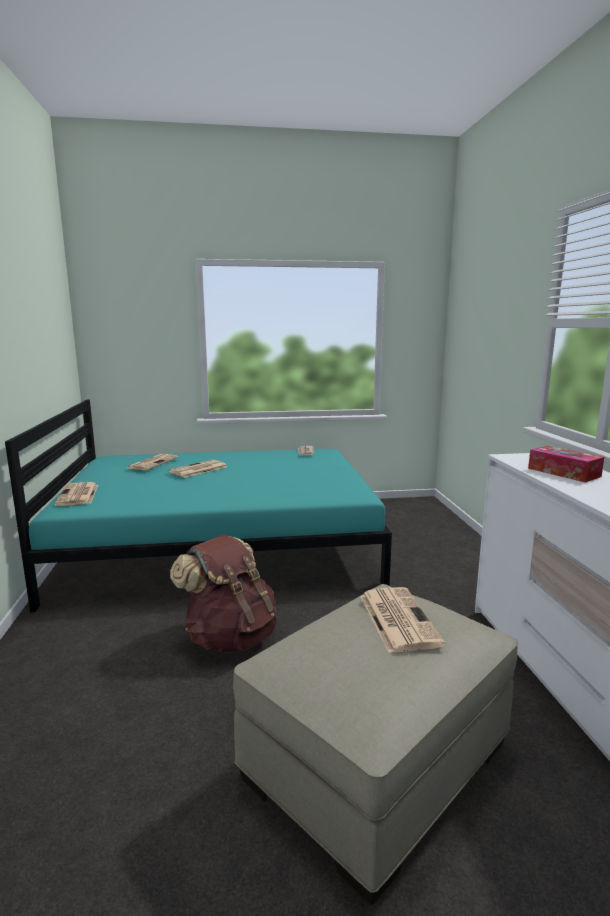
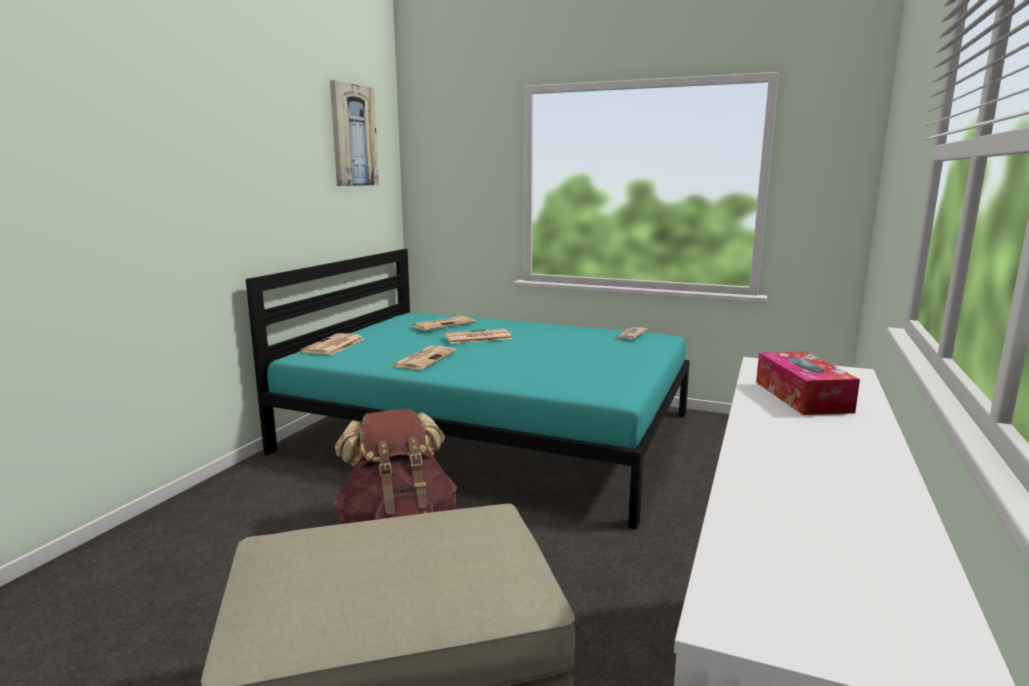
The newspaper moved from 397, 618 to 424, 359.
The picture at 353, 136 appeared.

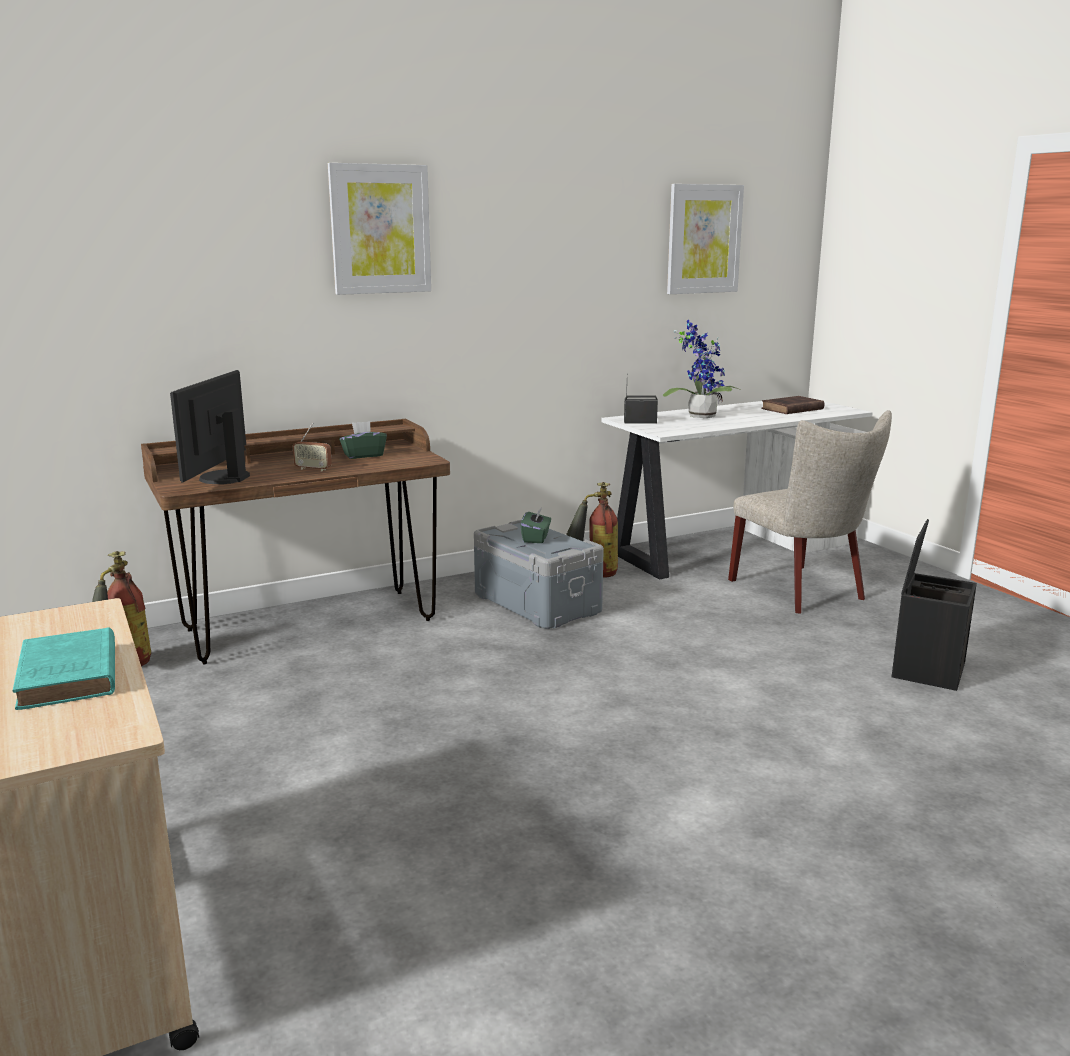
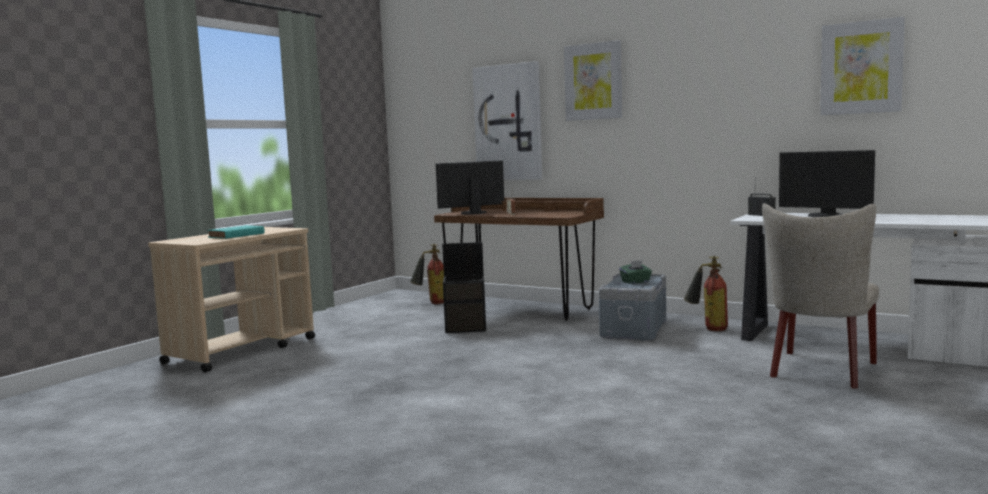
The potted plant at 699, 415 was replaced by the monitor at 825, 216.
The book (brown) at 791, 409 disappeared.
The tissue box (green) at 363, 455 disappeared.
The storage box (black) moved from 927, 669 to 466, 327.
The picture at 508, 122 appeared.

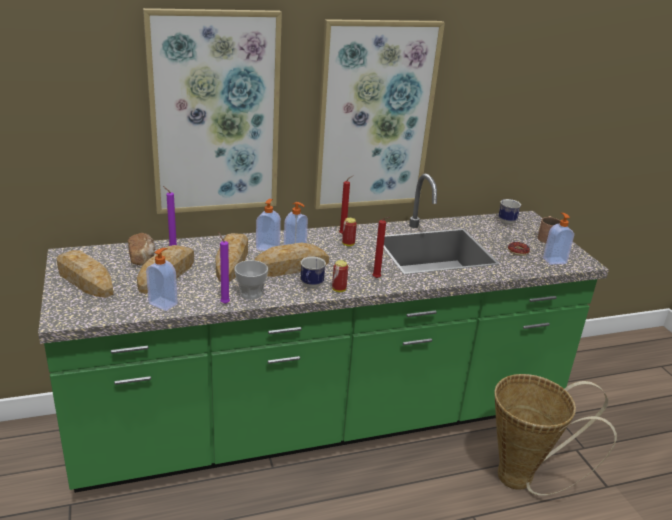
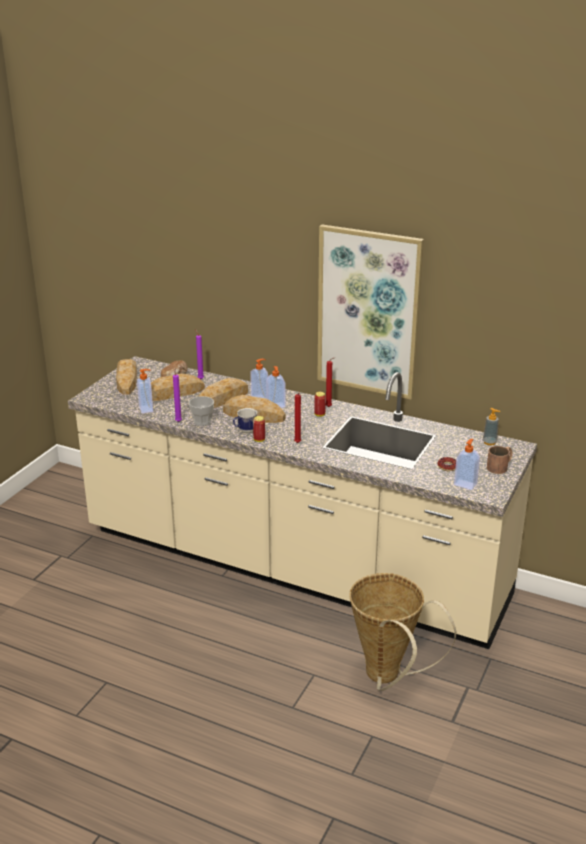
The picture at 215, 115 disappeared.
The counter (green) at 324, 421 became the counter (beige) at 292, 566.
The mug at 506, 220 was replaced by the soap dispenser at 489, 442.

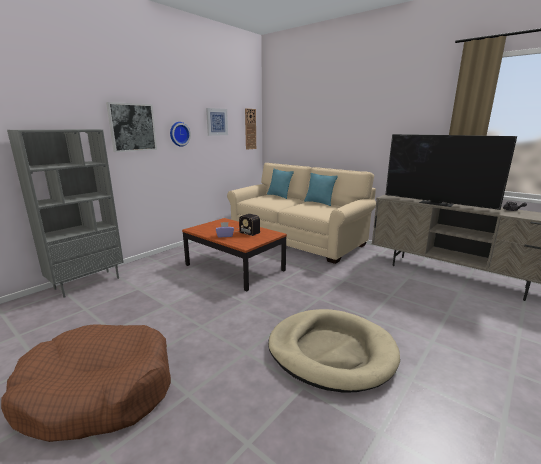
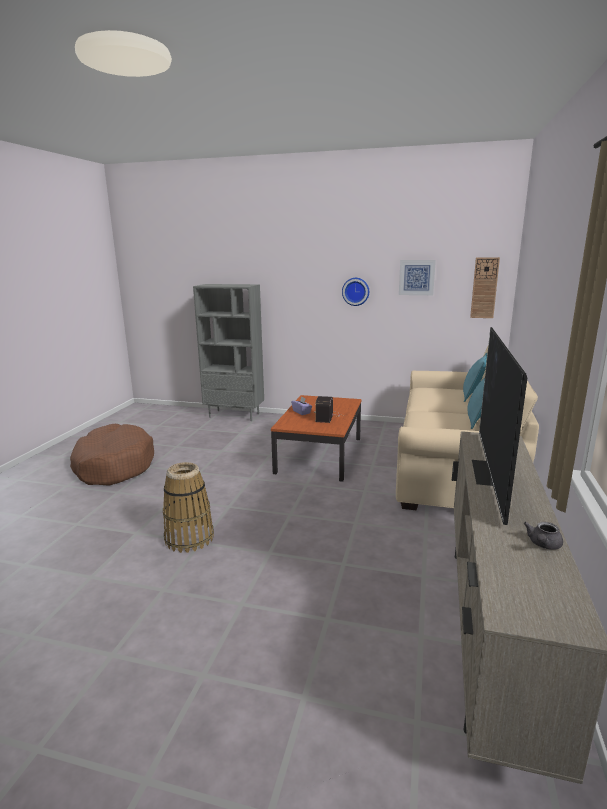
The picture at 132, 127 disappeared.
The dog bed (beige) at 331, 351 was replaced by the basket at 189, 538.

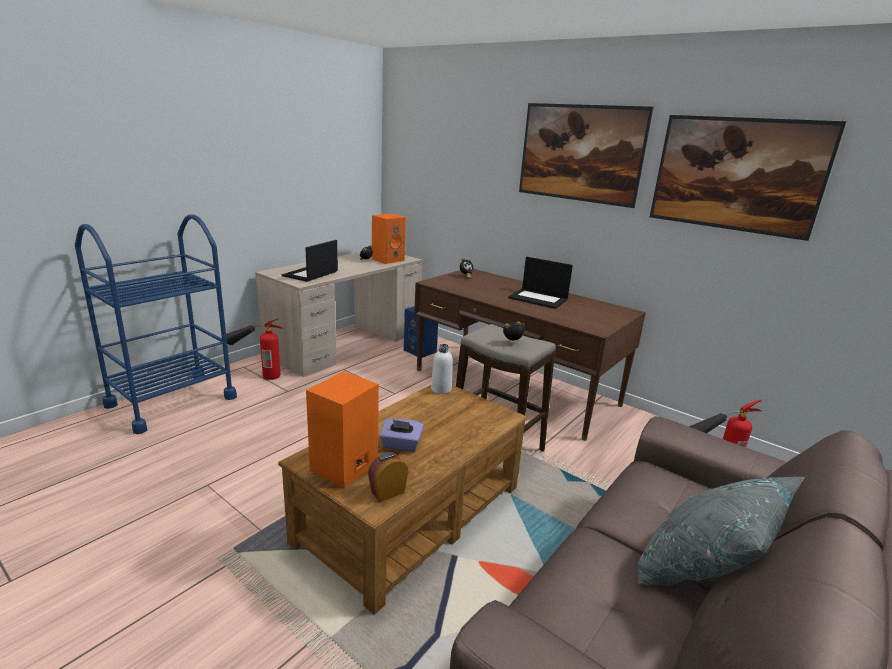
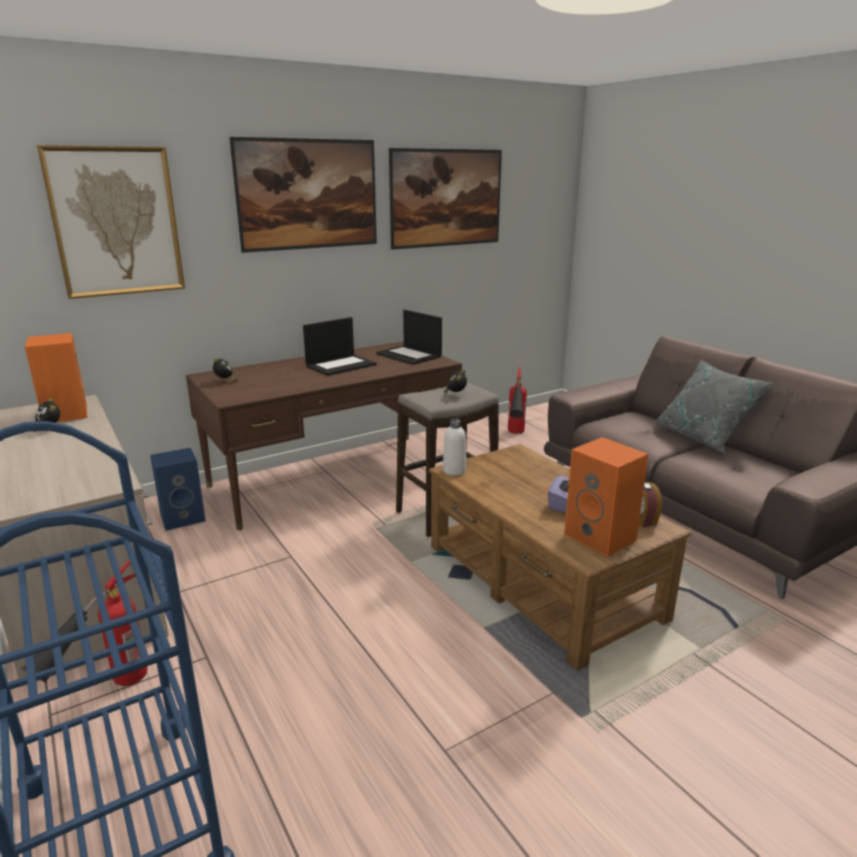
The laptop moved from 310, 274 to 410, 355.
The picture at 116, 222 appeared.

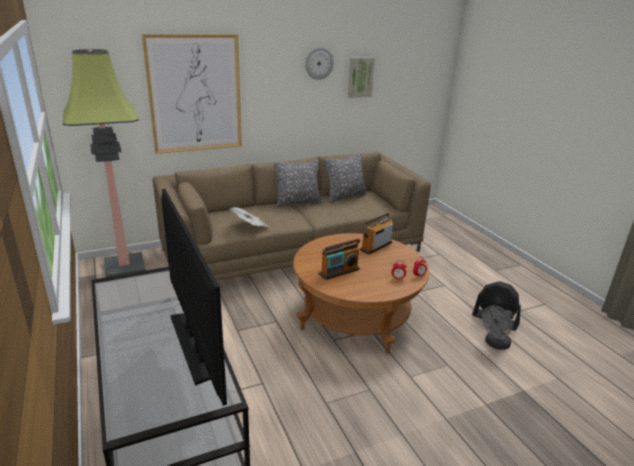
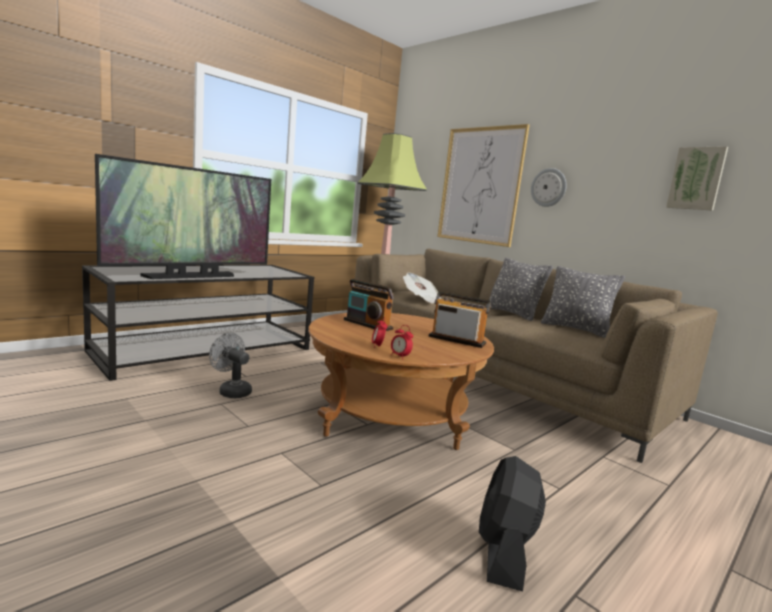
The wall clock moved from 319, 63 to 548, 187.
The fan (grey) moved from 495, 344 to 231, 391.

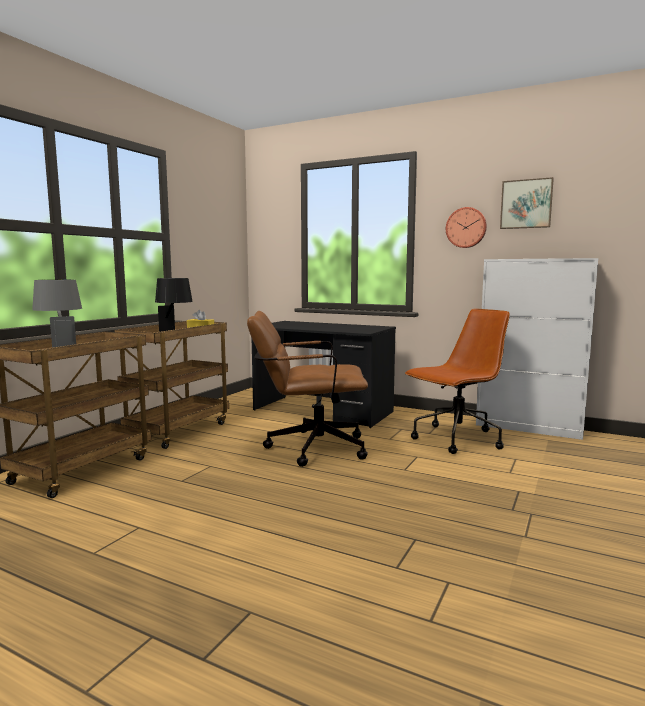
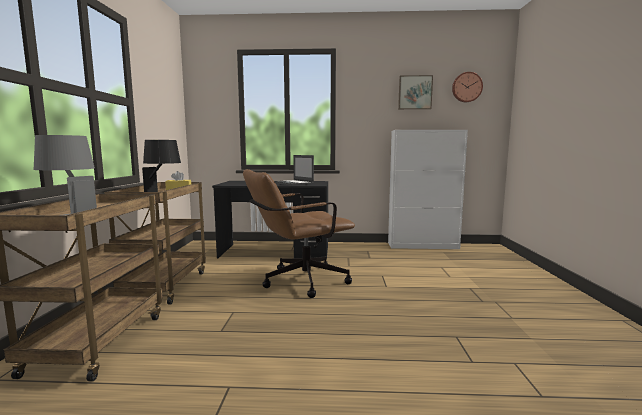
The wall clock moved from 466, 227 to 466, 87.
The office chair (brown) at 456, 440 disappeared.
The laptop at 293, 183 appeared.

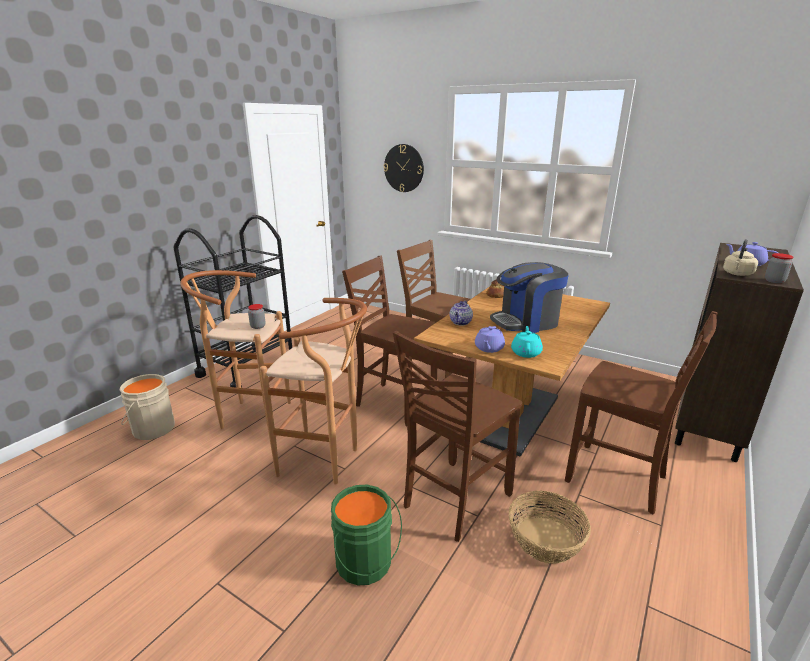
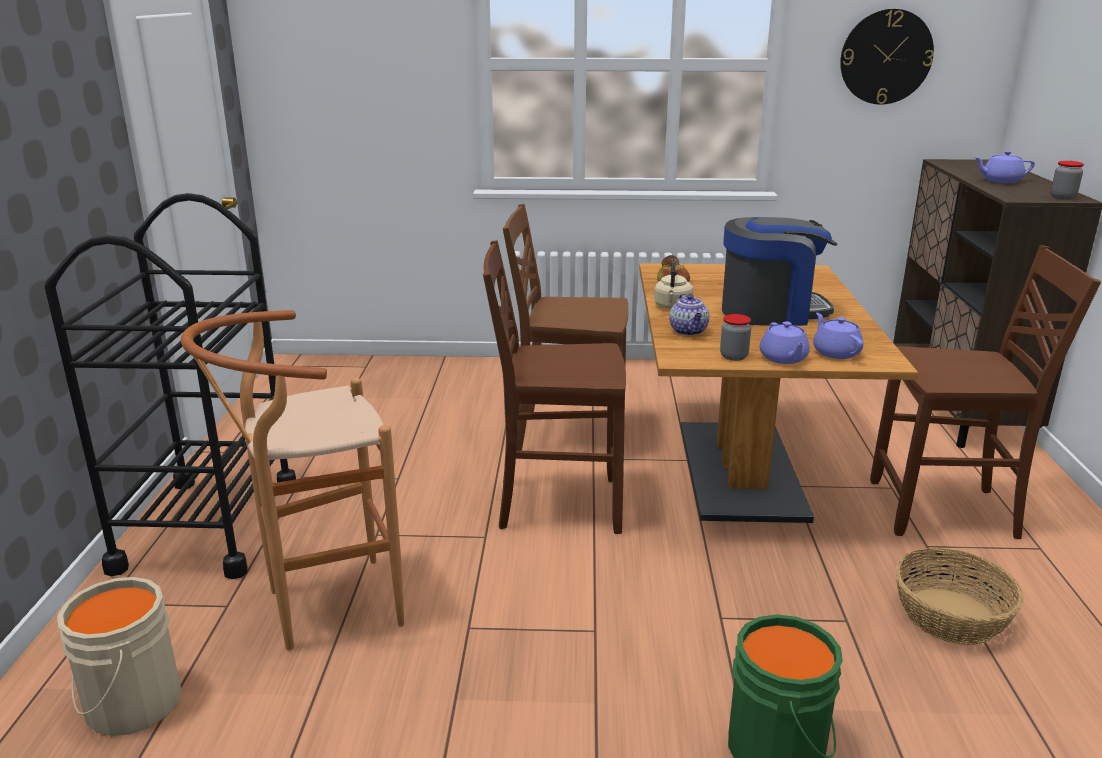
The wall clock moved from 404, 168 to 886, 57.
The kettle (beige) moved from 737, 274 to 672, 307.
The coffee machine at 526, 322 turned 135 degrees counterclockwise.
The stool (brown) at 326, 462 disappeared.
The jar moved from 258, 326 to 733, 356.
The teapot (turquoise) at 526, 352 became the teapot (purple) at 835, 352.
The chair (brown) at 454, 500 disappeared.

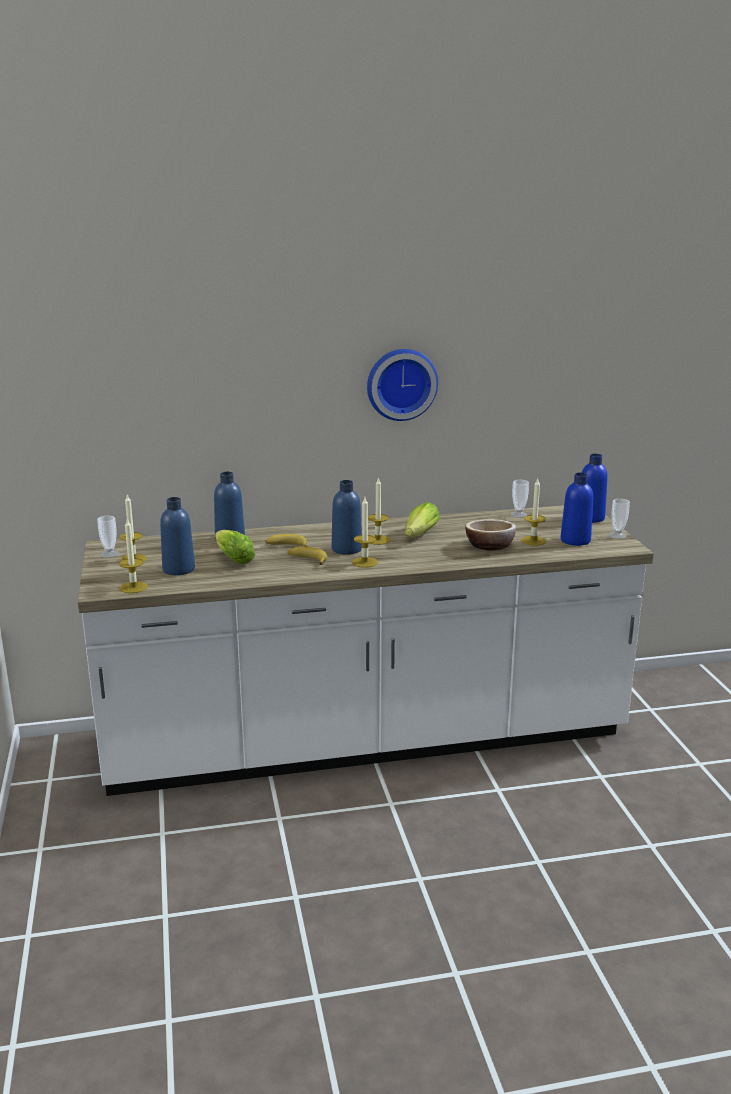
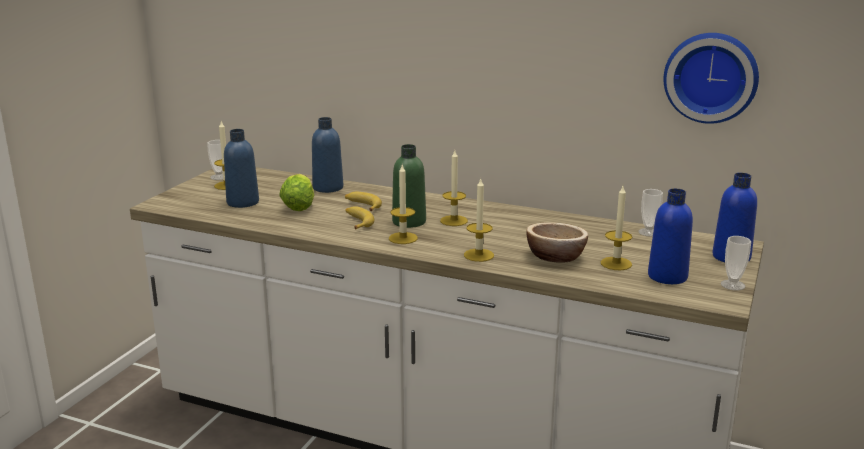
The wall clock moved from 401, 383 to 711, 77.
The bottle (blue) at 346, 549 became the bottle (green) at 409, 222.
The lettuce at 419, 536 disappeared.
The candle moved from 133, 587 to 478, 255.

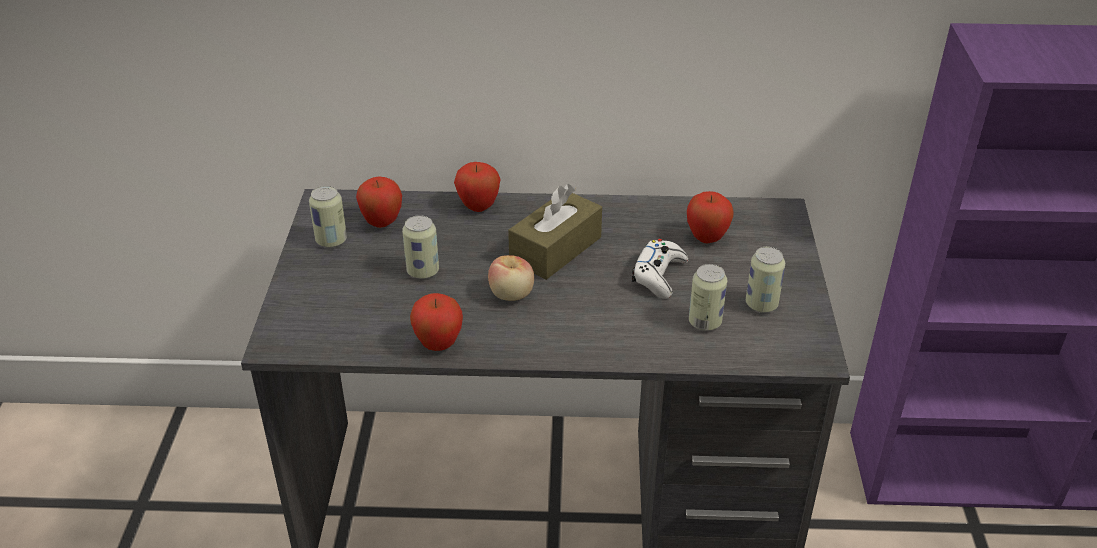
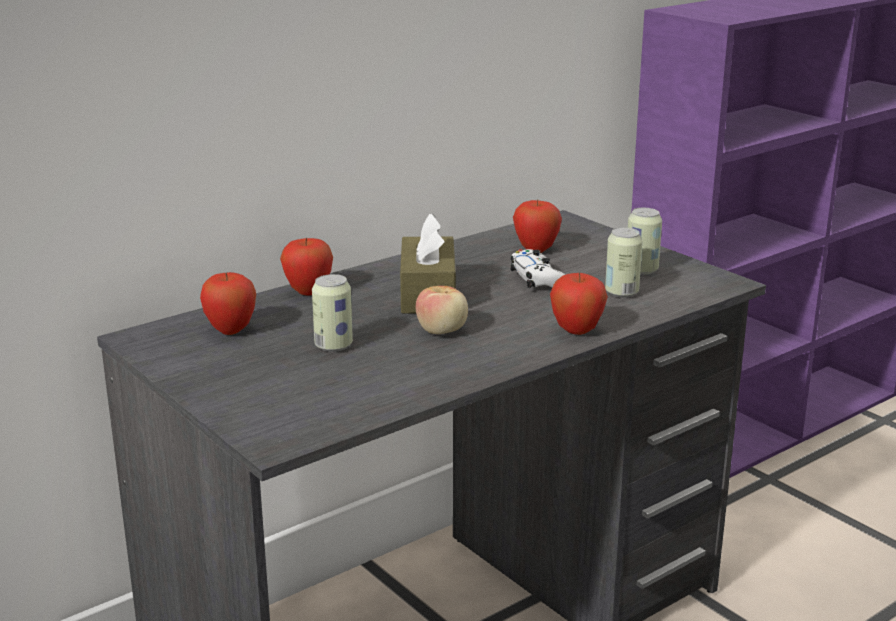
The can at 331, 241 disappeared.
The apple moved from 438, 344 to 577, 331.

